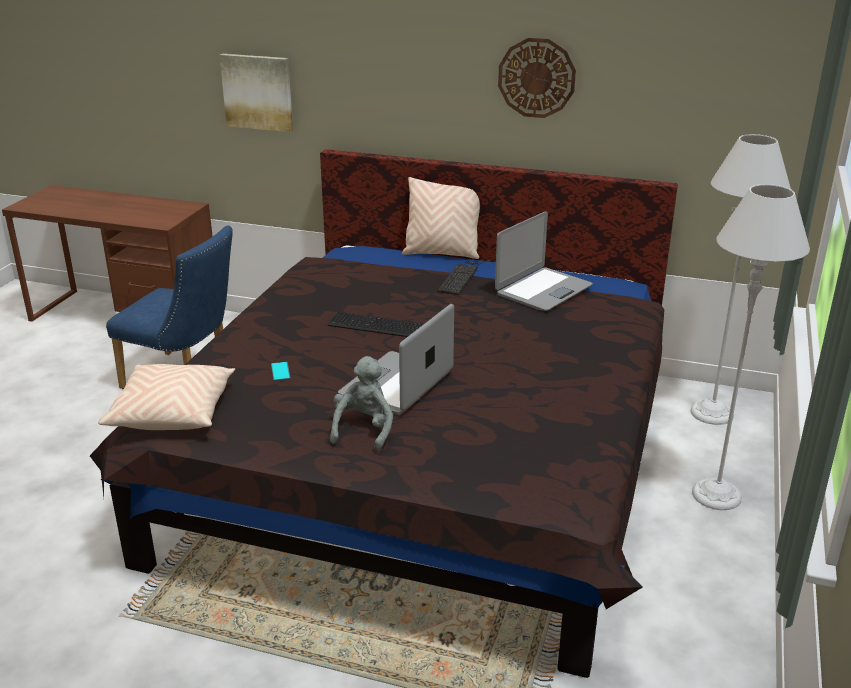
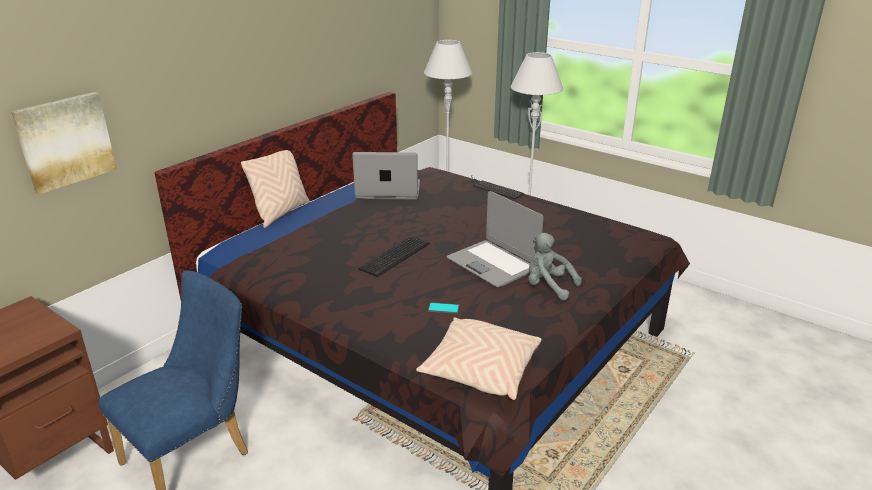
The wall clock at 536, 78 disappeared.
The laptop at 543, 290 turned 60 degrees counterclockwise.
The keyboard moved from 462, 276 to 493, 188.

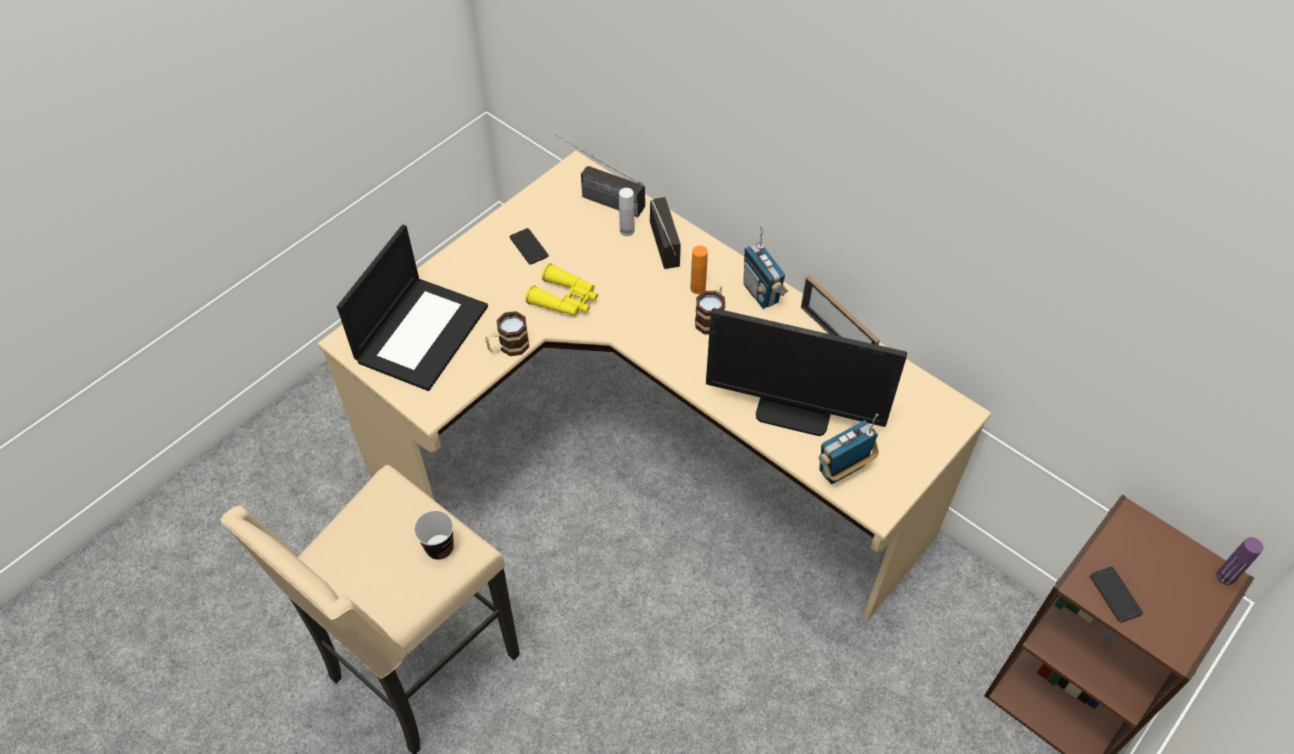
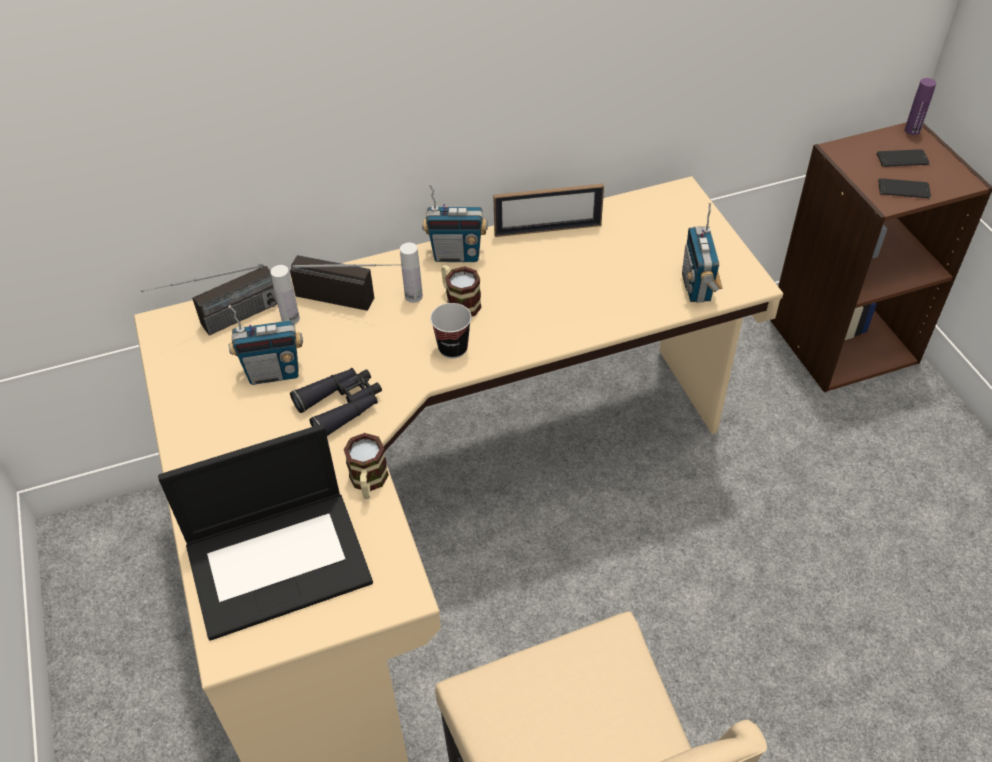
The laptop at 421, 332 turned 105 degrees clockwise.
The phone moved from 529, 247 to 902, 159.
The bottle (orange) at 698, 288 became the bottle (white) at 413, 296.
The binoculars (yellow) at 565, 299 became the binoculars (black) at 341, 406.
The monitor at 794, 410 disappeared.
The cup moved from 439, 548 to 453, 348.
The radio at 274, 373 appeared.

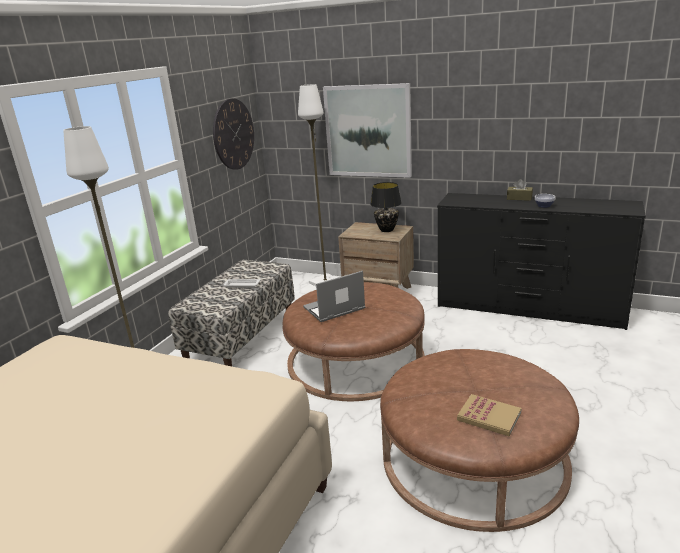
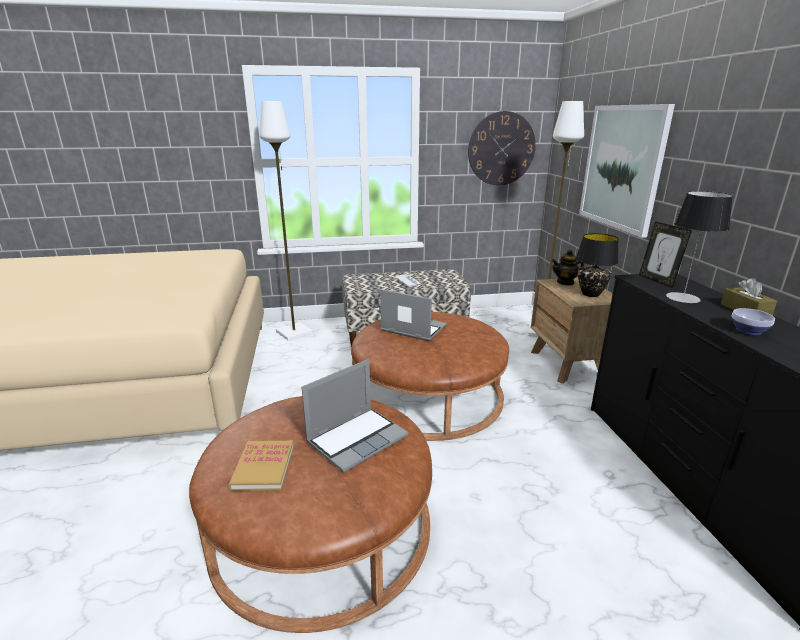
The table lamp at 683, 298 appeared.
The picture frame at 657, 281 appeared.
The teapot at 565, 282 appeared.
The laptop at 357, 438 appeared.

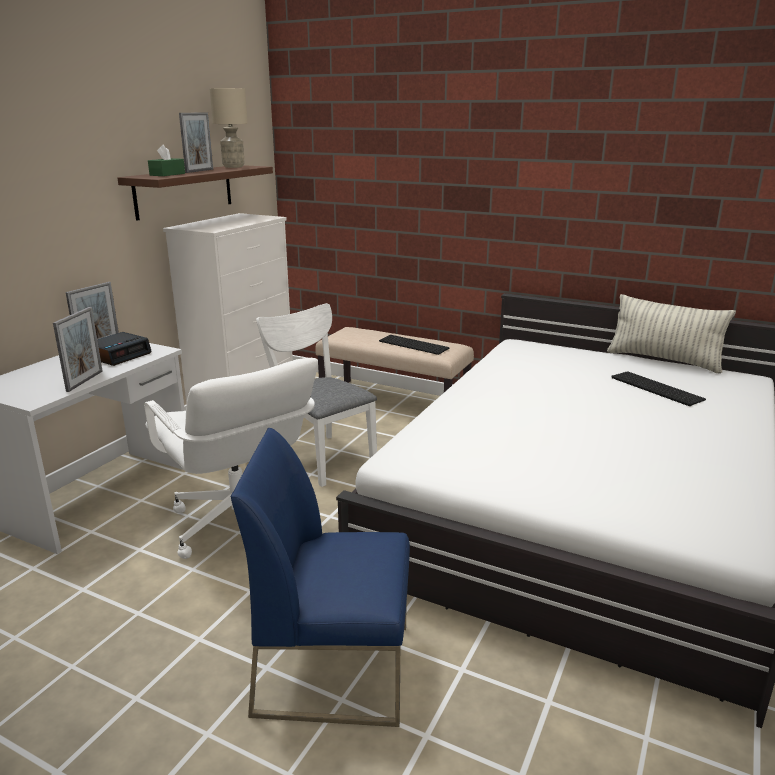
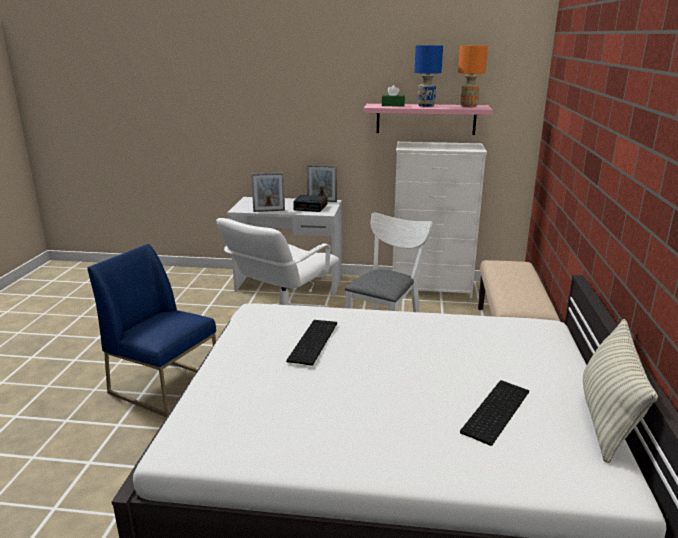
The table lamp (beige) at 233, 167 became the table lamp (orange) at 468, 106.
The picture frame at 199, 171 was replaced by the table lamp (blue) at 426, 106.
The shelf (brown) at 184, 191 became the shelf (pink) at 426, 119.
The keyboard moved from 415, 344 to 314, 342.
The chair (blue) at 335, 667 turned 45 degrees counterclockwise.

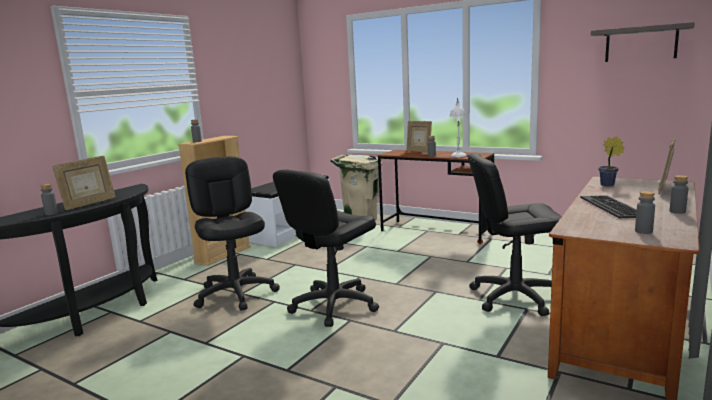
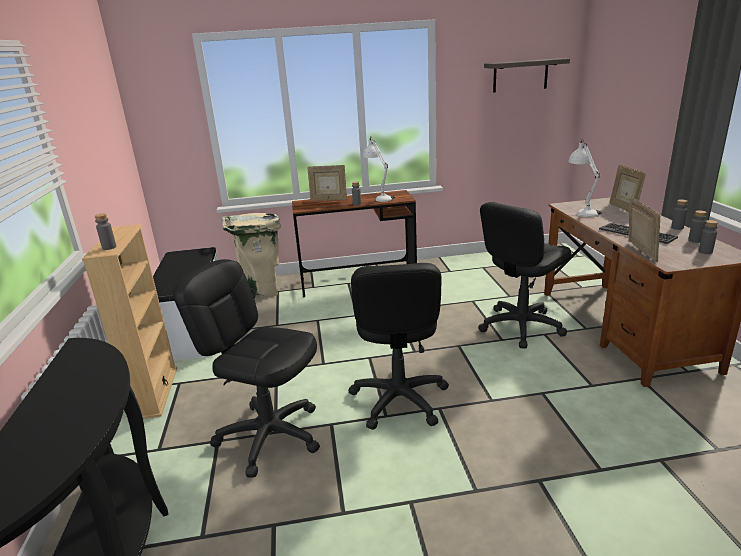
The potted plant at 609, 185 was replaced by the table lamp (white) at 581, 211.
The picture frame moved from 89, 204 to 639, 252.
The bottle (grey) moved from 51, 213 to 694, 240.

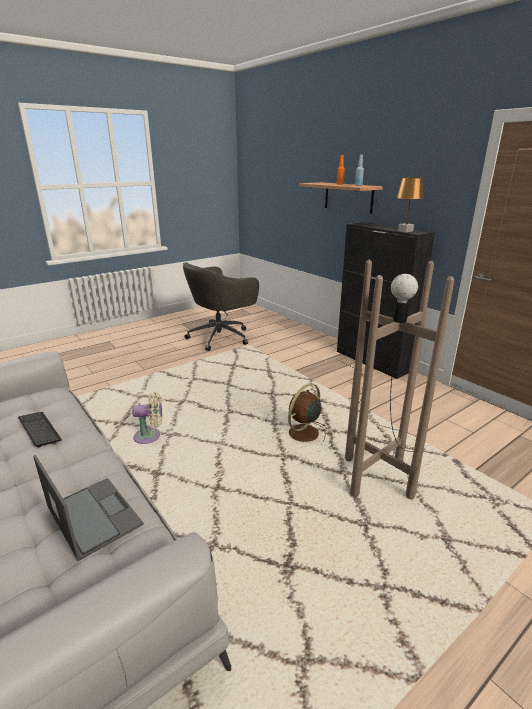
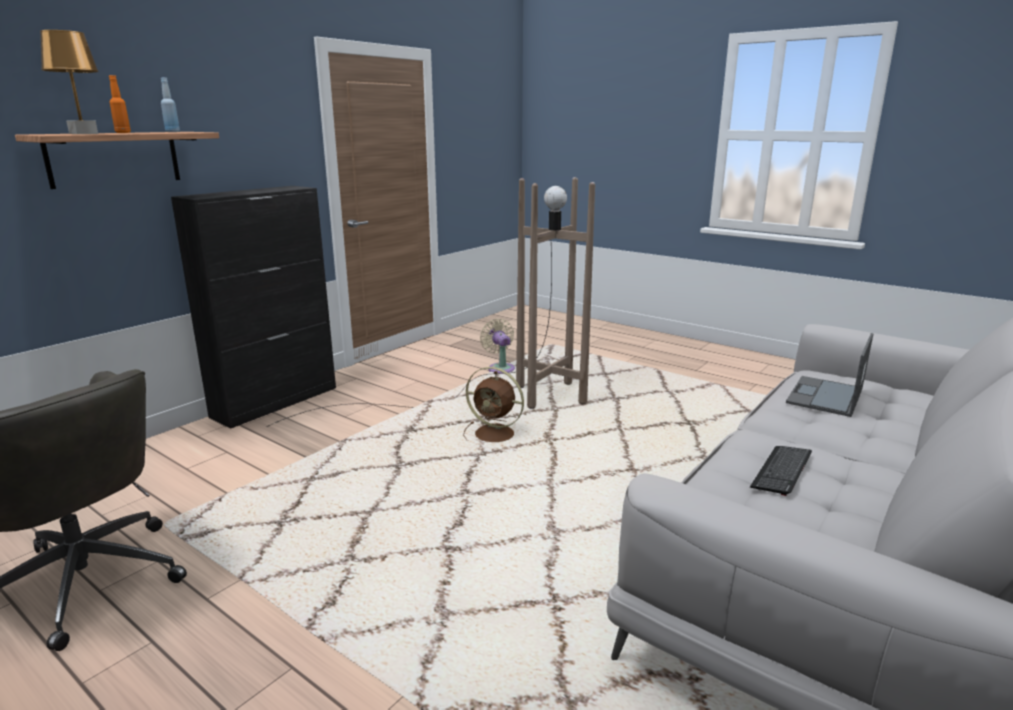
The table lamp (brown) moved from 405, 231 to 84, 134.
The fan (beige) moved from 150, 436 to 500, 368.

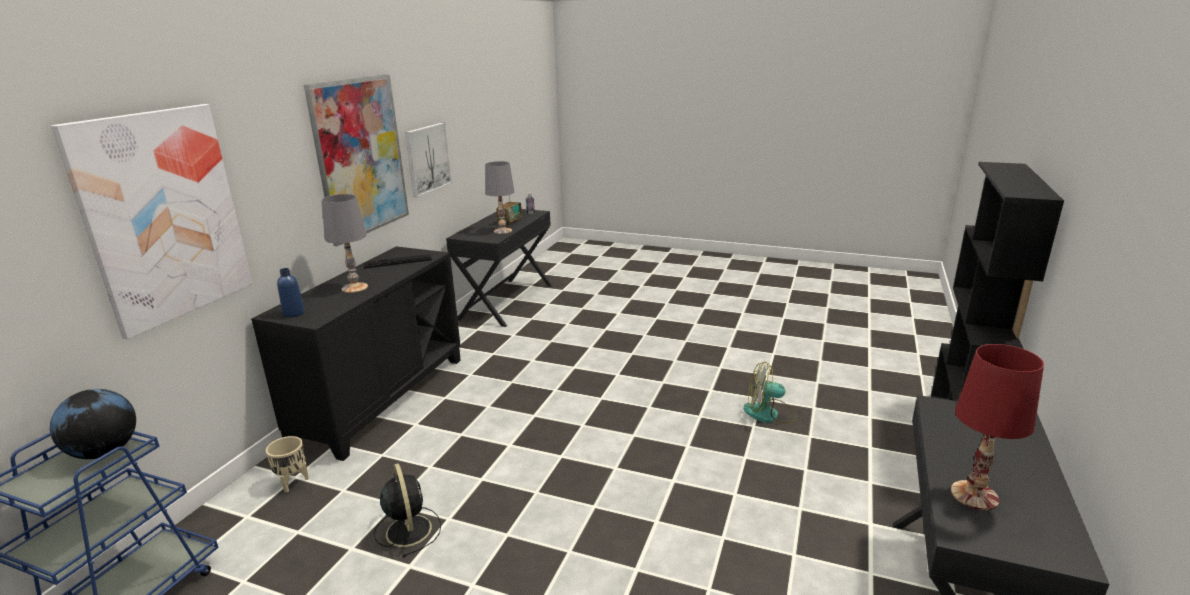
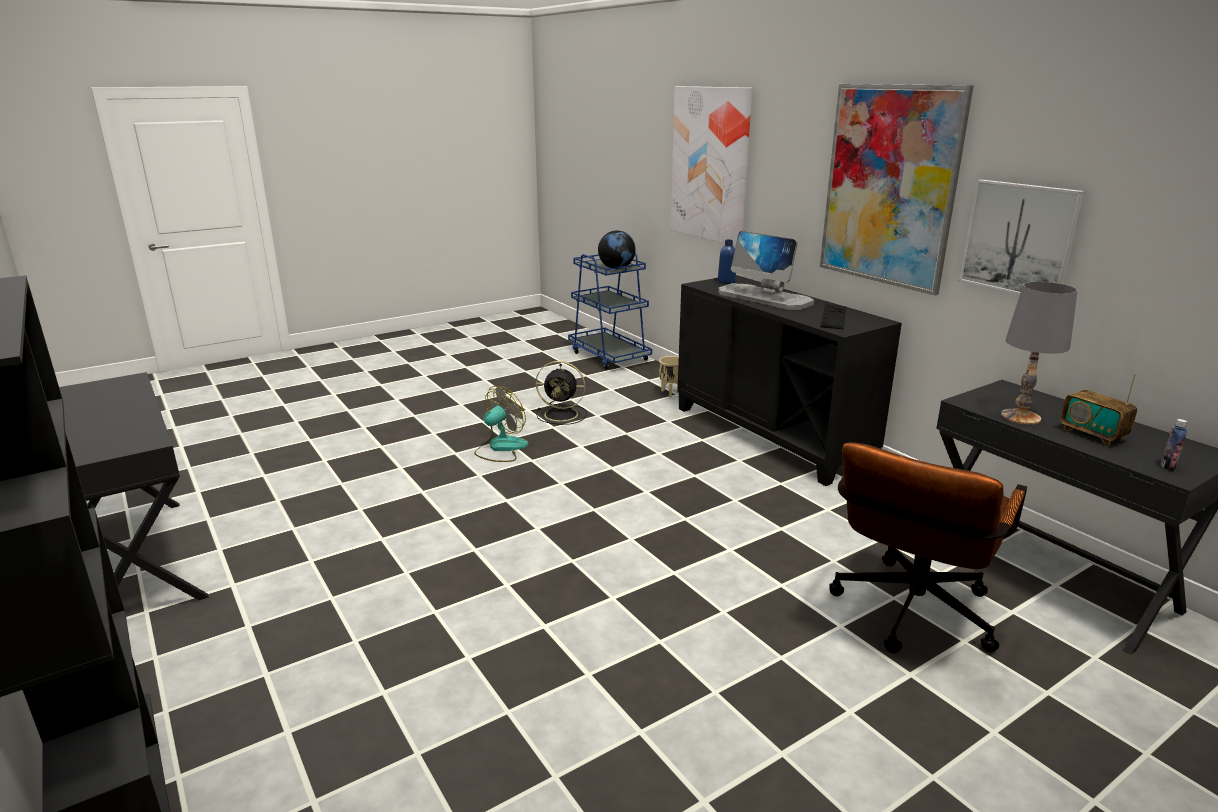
The table lamp (grey) at 354, 288 was replaced by the monitor at 765, 298.
The table lamp (red) at 974, 496 disappeared.
The fan moved from 769, 414 to 500, 448.
The office chair (brown) at 908, 617 appeared.

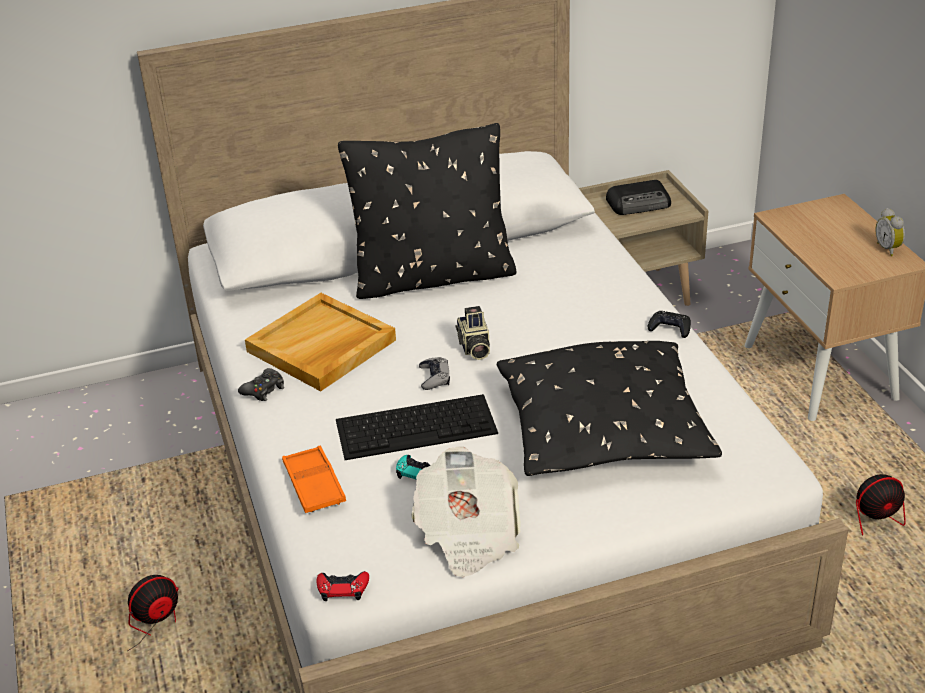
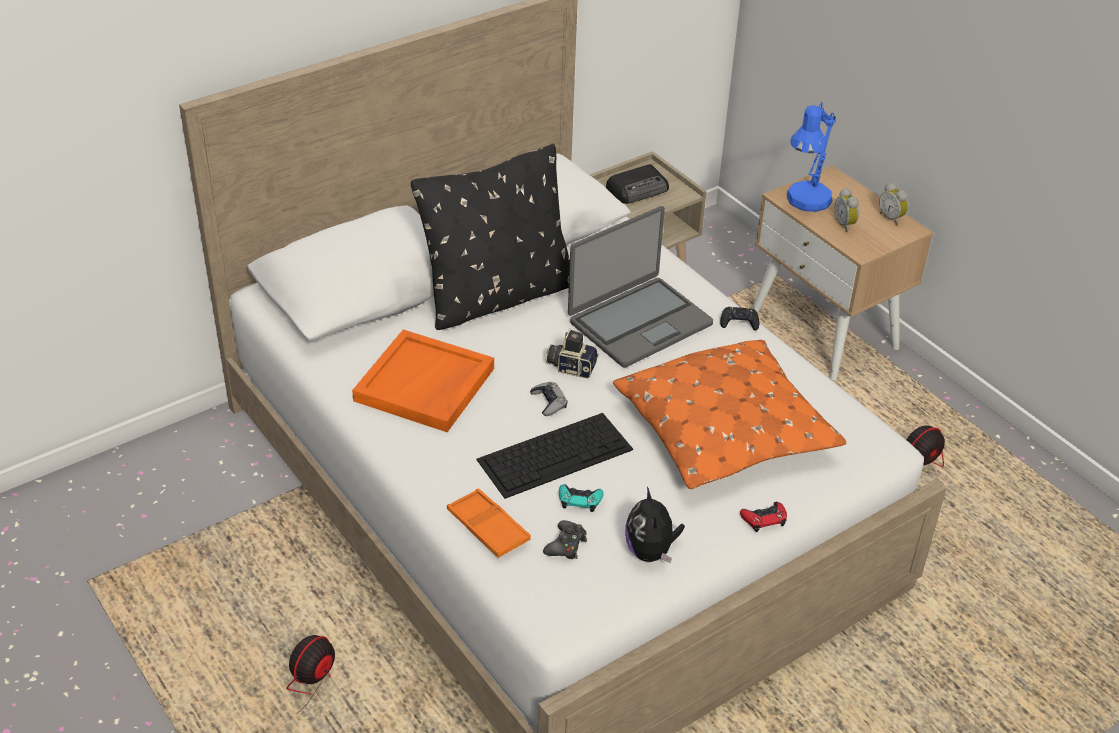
The tray (beige) at 321, 346 became the tray (orange) at 425, 385.
The photo camera at 474, 348 turned 135 degrees clockwise.
The pillow (black) at 605, 431 became the pillow (orange) at 725, 432.
The game controller (black) moved from 264, 390 to 566, 545.
The newspaper at 468, 535 was replaced by the plush toy at 651, 552.
The game controller (red) moved from 343, 588 to 764, 519.
The table lamp (blue) at 805, 204 appeared.
The alarm clock at 845, 225 appeared.
The laptop at 639, 322 appeared.

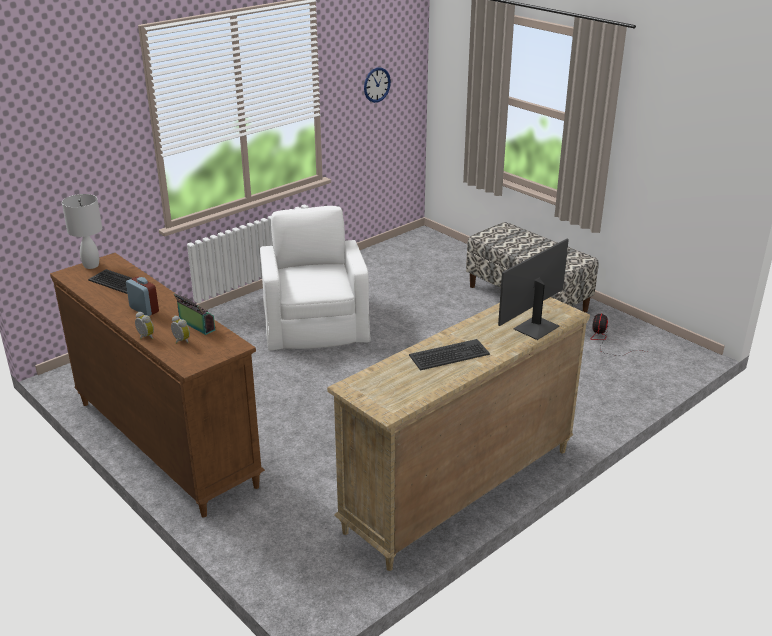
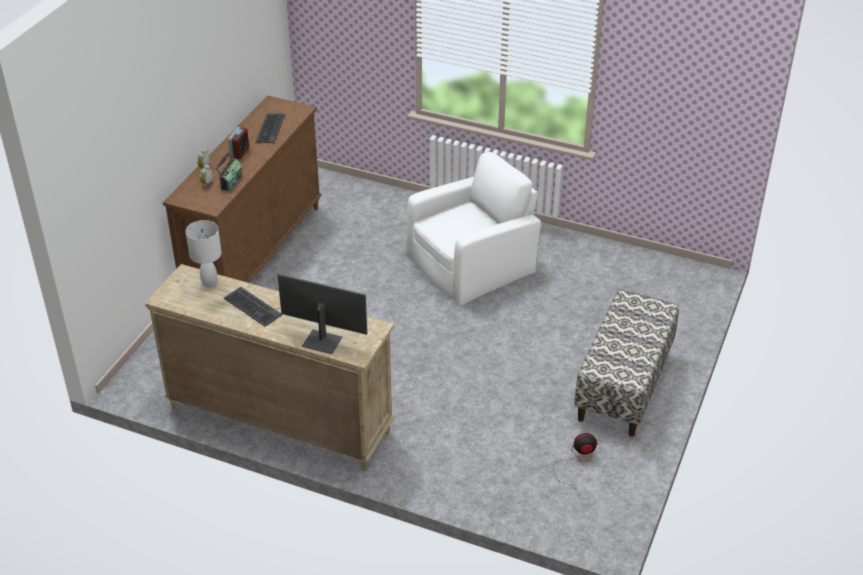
The wall clock at 377, 85 disappeared.
The table lamp (white) moved from 91, 266 to 209, 283.

